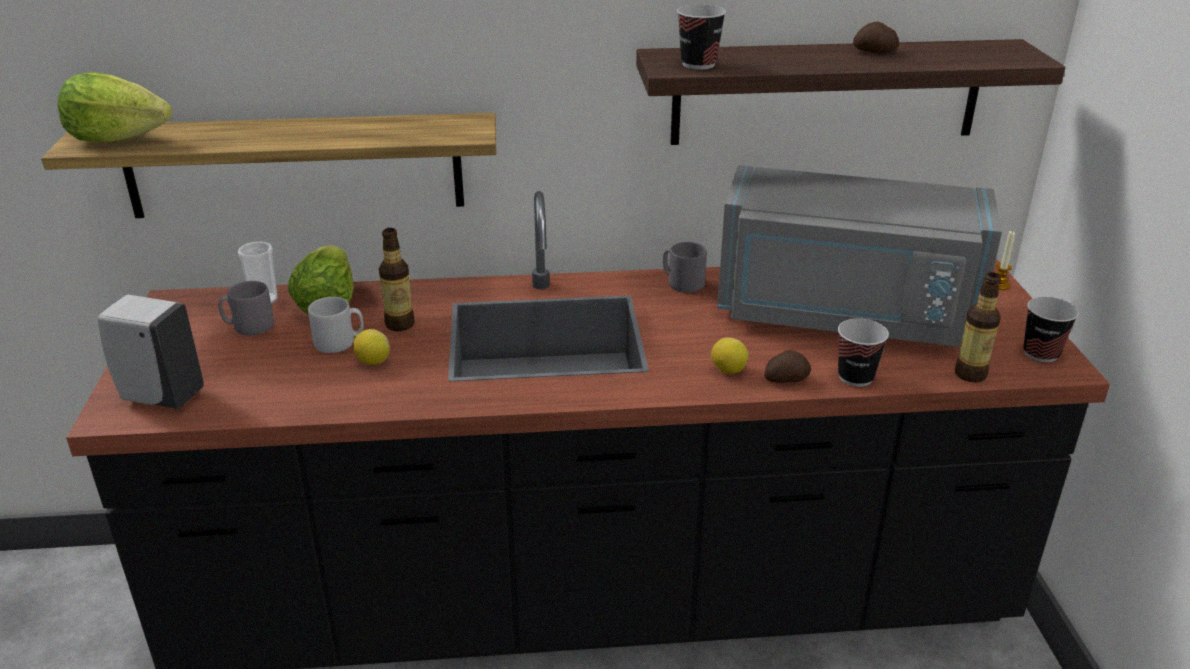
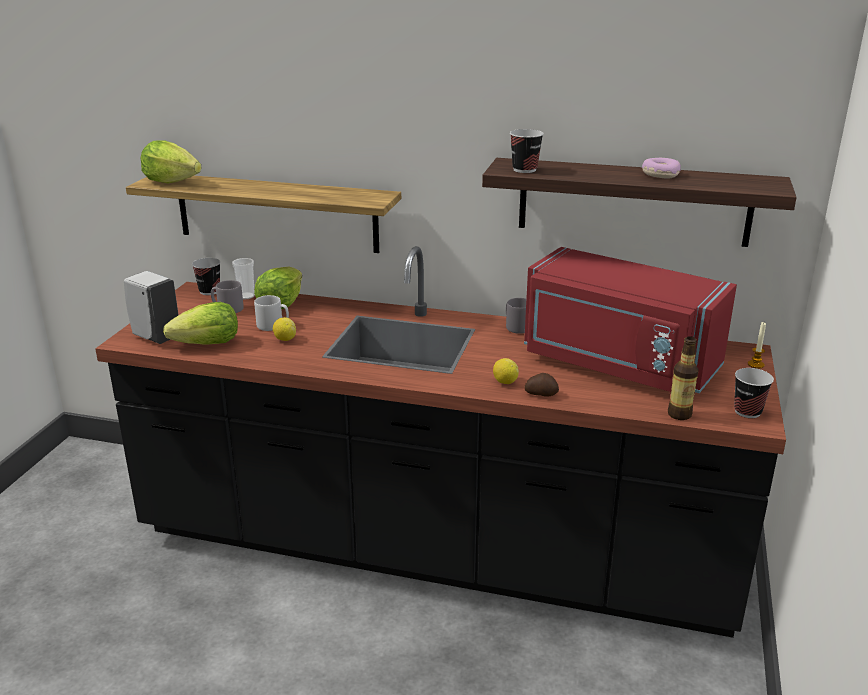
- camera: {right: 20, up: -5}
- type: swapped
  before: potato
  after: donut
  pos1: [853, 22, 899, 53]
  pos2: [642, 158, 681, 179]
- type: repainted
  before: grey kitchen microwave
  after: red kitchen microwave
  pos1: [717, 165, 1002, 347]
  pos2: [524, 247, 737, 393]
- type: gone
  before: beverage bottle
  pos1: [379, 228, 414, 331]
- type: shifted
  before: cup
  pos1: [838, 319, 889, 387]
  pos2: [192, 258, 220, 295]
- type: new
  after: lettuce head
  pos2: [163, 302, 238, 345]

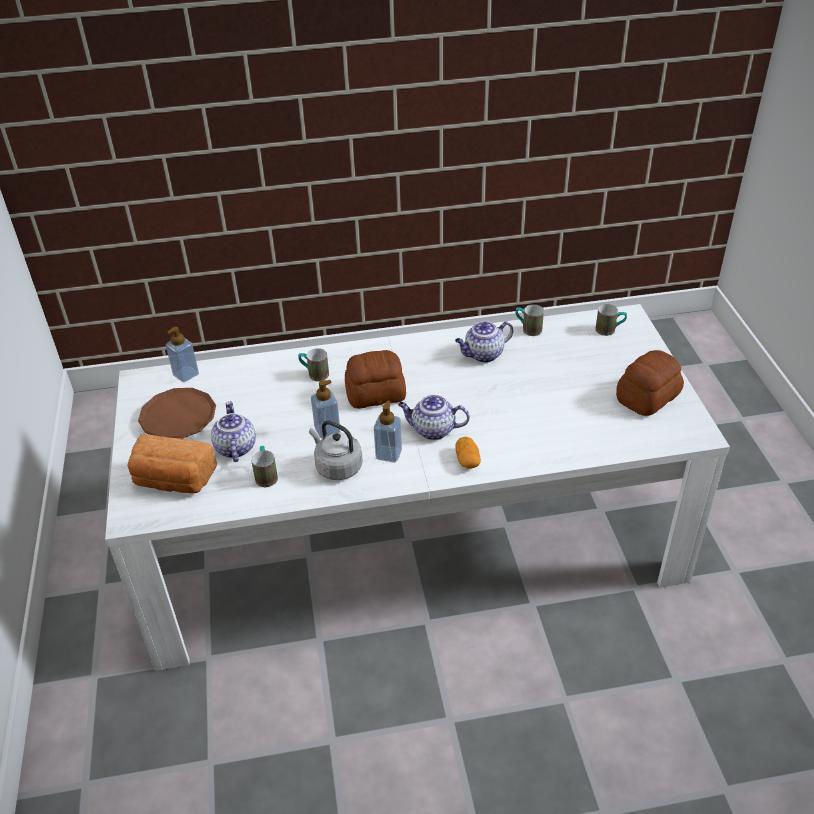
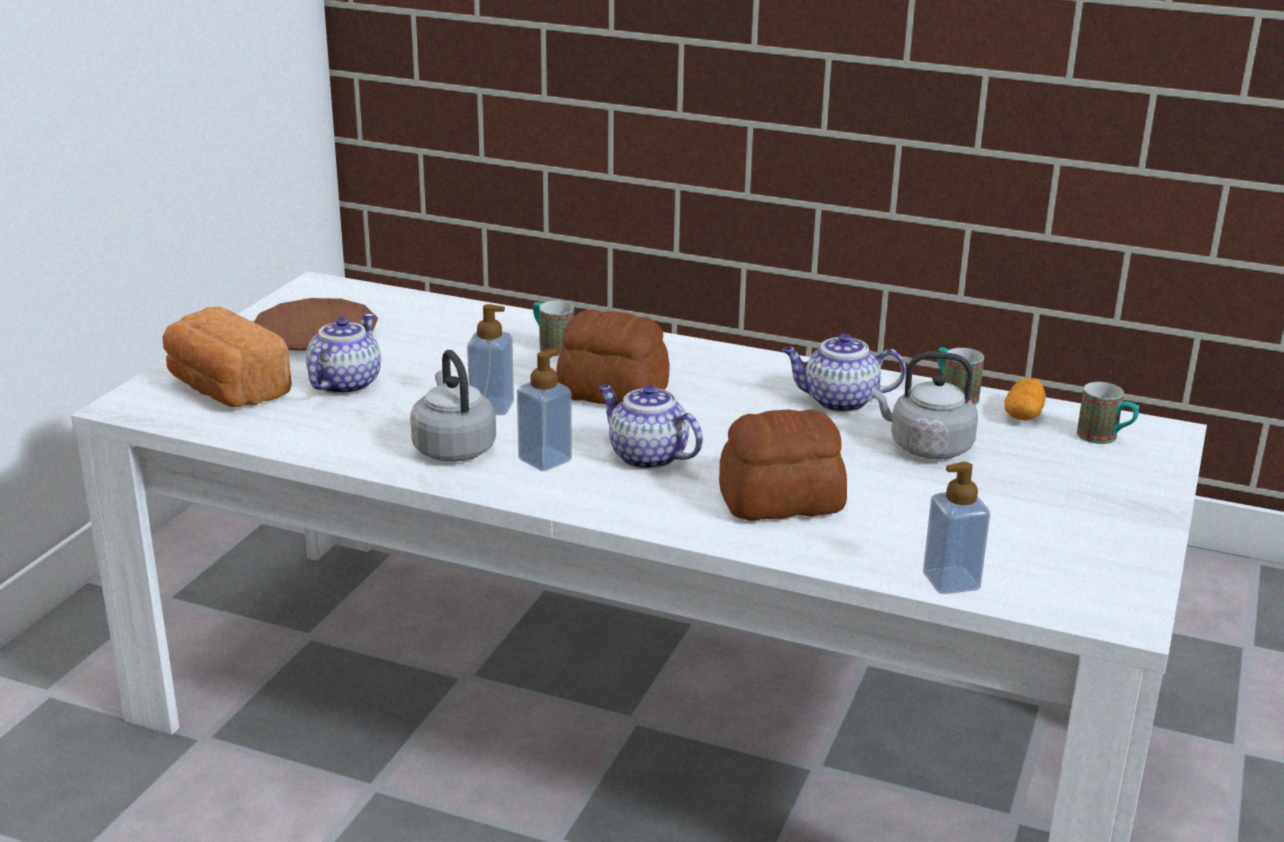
- camera: {right: 30, up: -15}
- type: shifted
  before: soap bottle
  pos1: [166, 327, 199, 382]
  pos2: [923, 462, 990, 594]
- type: shifted
  before: bakery bread
  pos1: [616, 350, 684, 416]
  pos2: [719, 410, 847, 521]
- type: shifted
  before: potato
  pos1: [456, 437, 481, 469]
  pos2: [1004, 378, 1046, 421]
- type: gone
  before: mug
  pos1: [251, 446, 278, 487]
- type: new
  after: grey water kettle
  pos2: [871, 352, 978, 459]

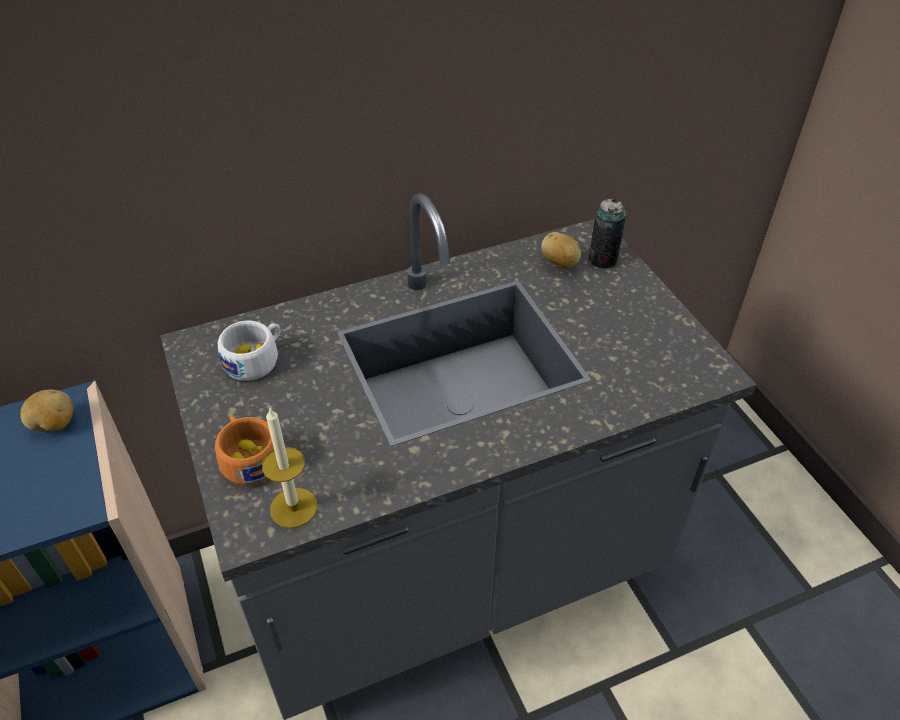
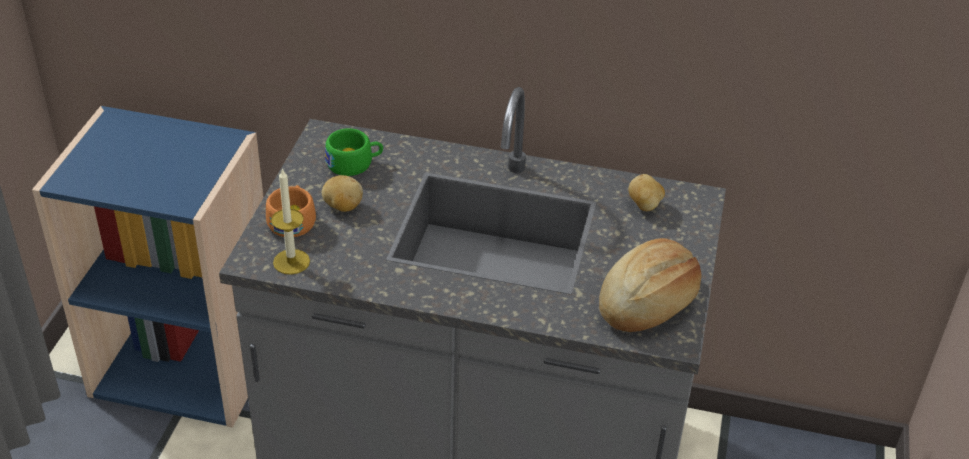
- camera: {right: 35, up: -5}
- type: gone
  before: metal can
  pos1: [589, 199, 626, 268]
- type: repainted
  before: white-coloured cup
  after: green cup
  pos1: [218, 321, 281, 381]
  pos2: [325, 128, 383, 176]
- type: shifted
  before: potato
  pos1: [20, 389, 73, 432]
  pos2: [322, 175, 363, 212]
- type: new
  after: bakery bread
  pos2: [599, 238, 702, 332]

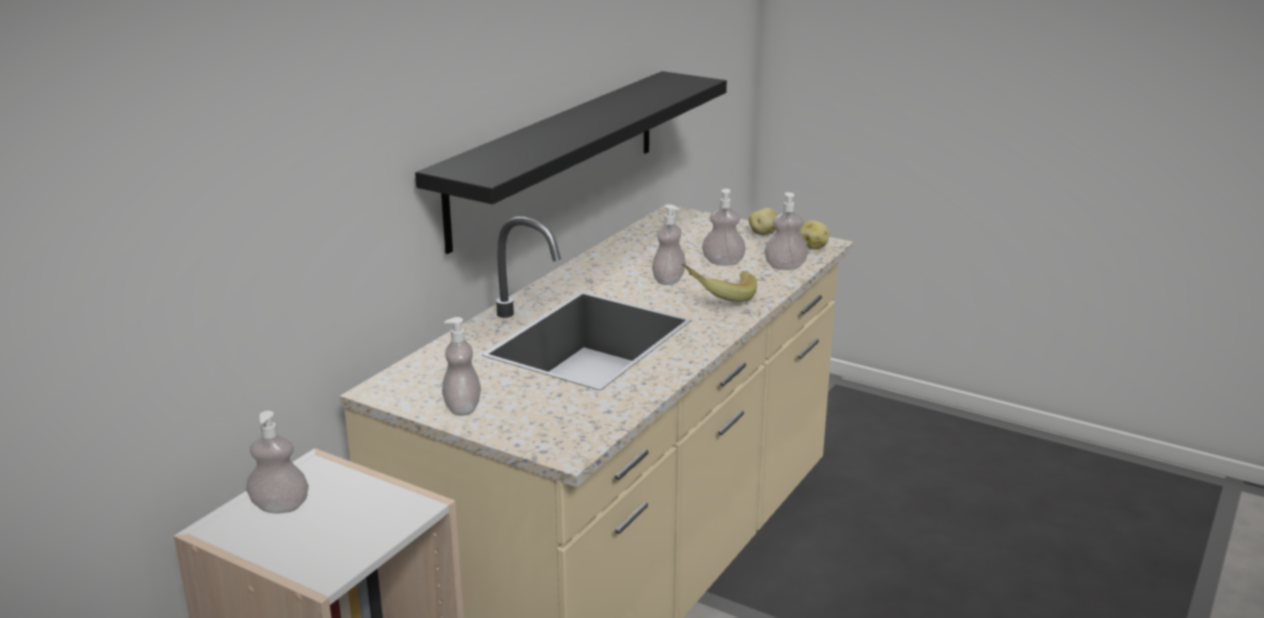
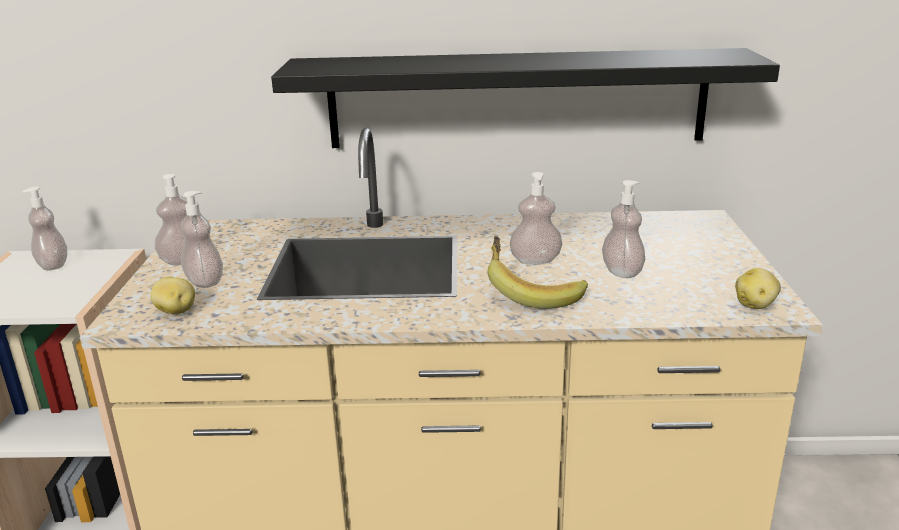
- camera: {right: 60, up: 0}
- type: shifted
  before: soap bottle
  pos1: [764, 192, 808, 270]
  pos2: [181, 191, 223, 288]
- type: shifted
  before: potato
  pos1: [749, 208, 777, 235]
  pos2: [150, 277, 195, 314]

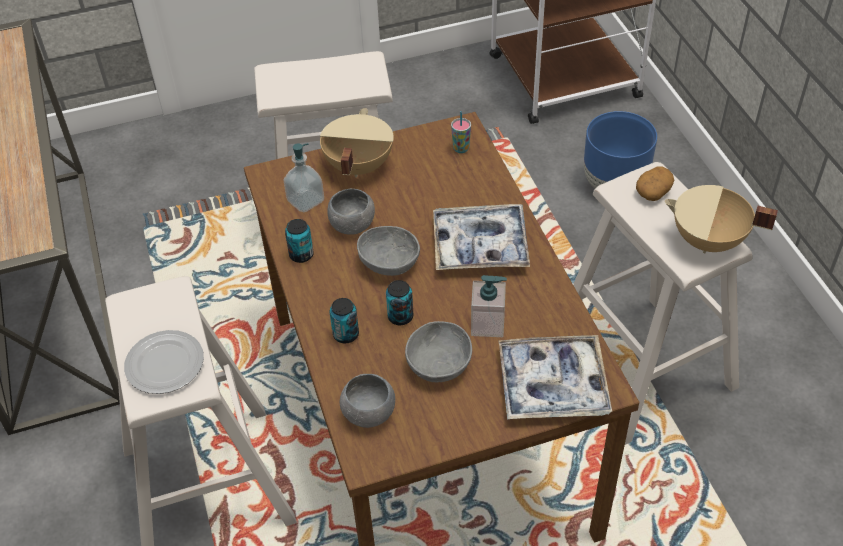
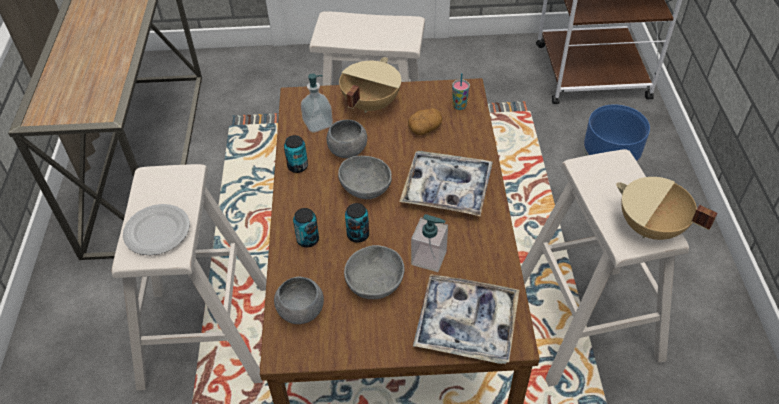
- camera: {right: 15, up: 0}
- type: shifted
  before: potato
  pos1: [636, 166, 675, 201]
  pos2: [408, 108, 443, 135]

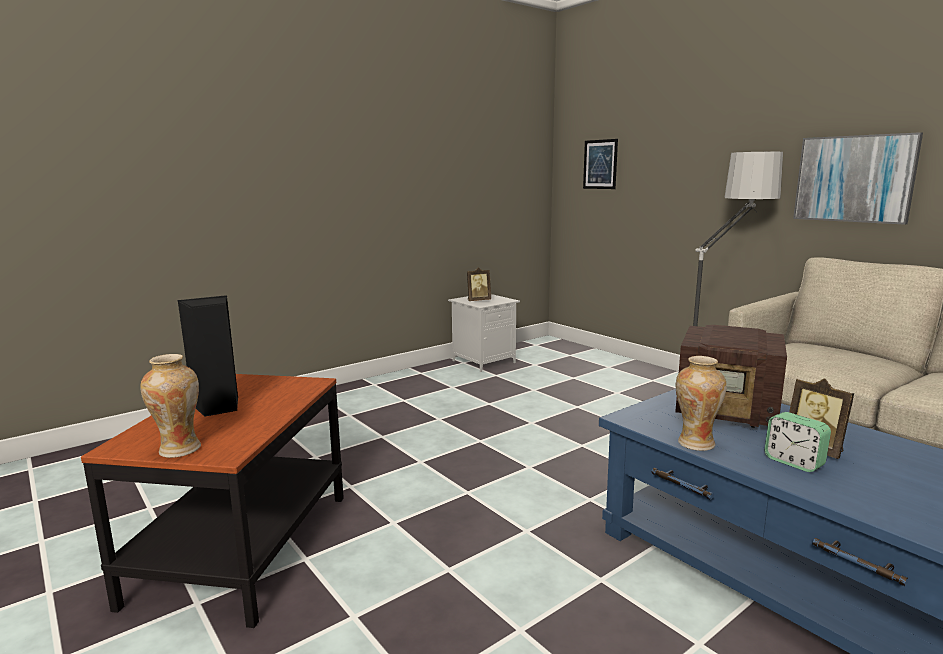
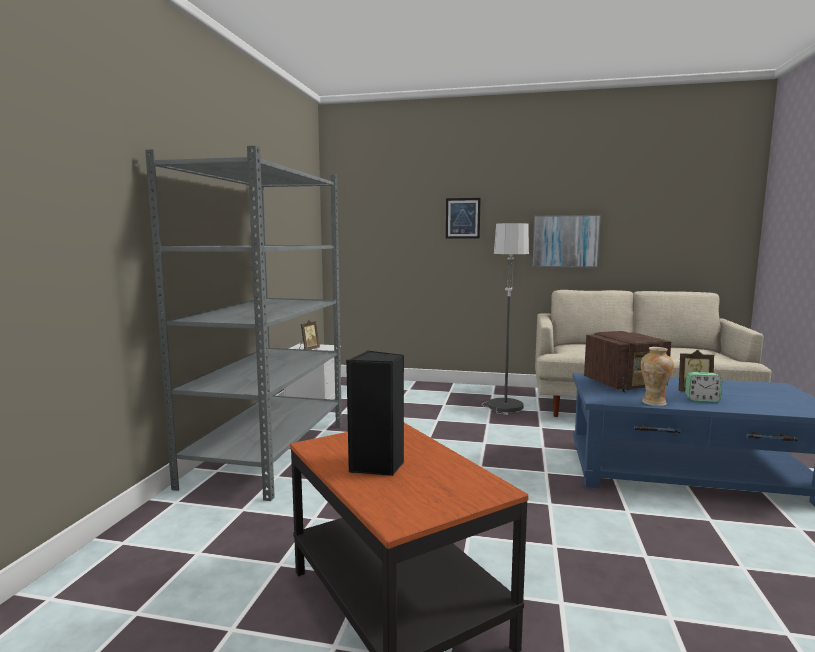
- camera: {right: -40, up: -5}
- type: shifted
  before: wall picture
  pos1: [583, 139, 618, 189]
  pos2: [446, 198, 481, 239]
- type: gone
  before: decorative vase
  pos1: [140, 354, 201, 458]
- type: new
  after: grey bookshelf
  pos2: [145, 146, 342, 501]

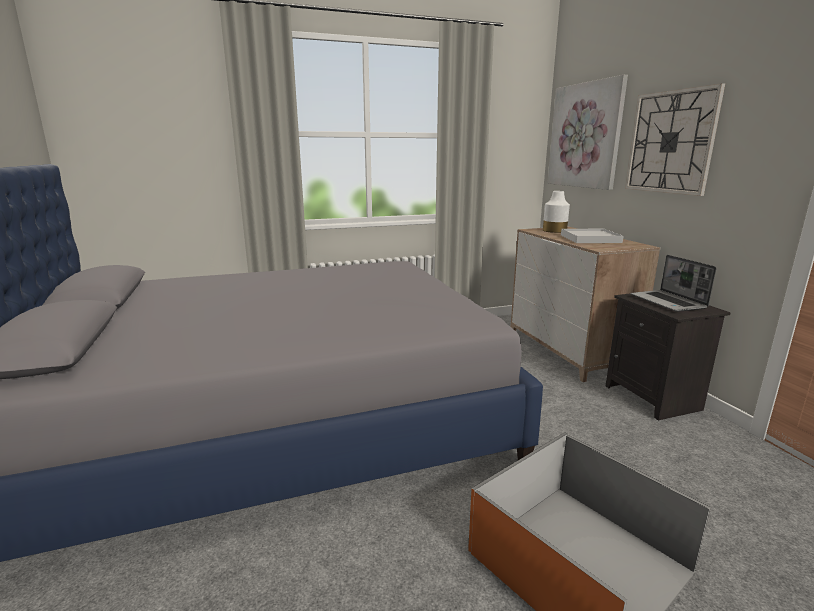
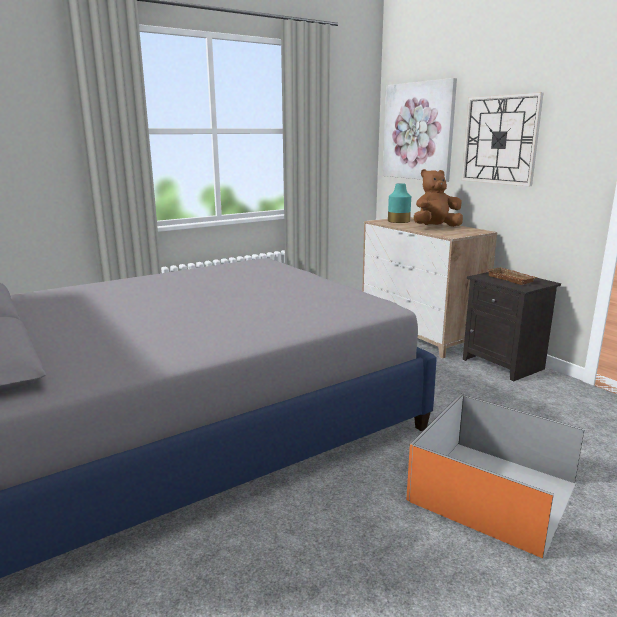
- camera: {right: -15, up: 0}
- type: repainted
  before: white-coloured decorative vase
  after: turquoise decorative vase
  pos1: [543, 191, 570, 233]
  pos2: [388, 183, 411, 223]
- type: swapped
  before: white-coloured tray
  after: brown soft toy
  pos1: [561, 229, 624, 243]
  pos2: [414, 169, 463, 227]
- type: swapped
  before: notebook computer
  after: brown tray
  pos1: [631, 255, 716, 312]
  pos2: [486, 267, 538, 285]

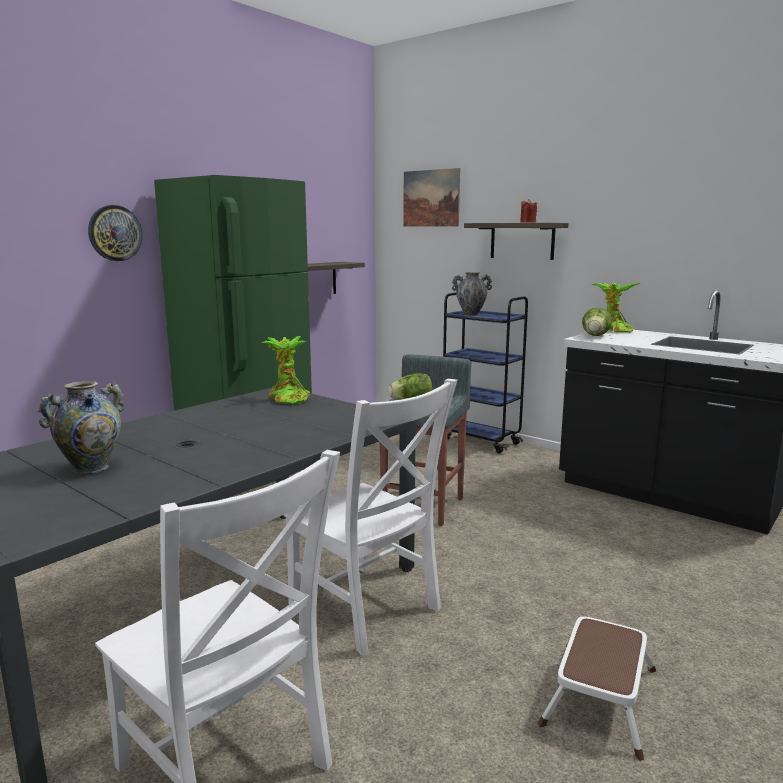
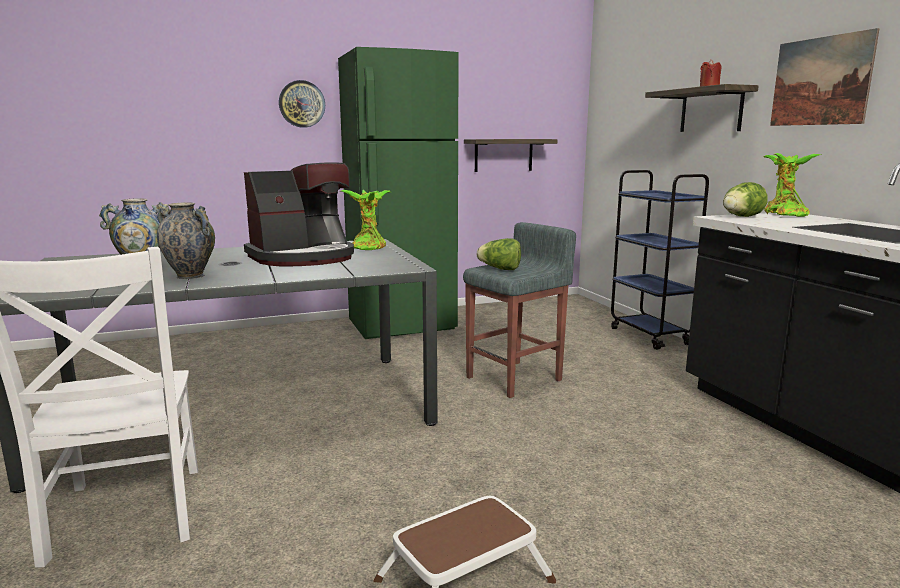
- camera: {right: 30, up: 0}
- type: shifted
  before: wall picture
  pos1: [403, 168, 460, 227]
  pos2: [770, 28, 880, 126]
- type: shifted
  before: decorative vase
  pos1: [452, 272, 492, 316]
  pos2: [157, 202, 215, 279]
- type: gone
  before: white-coloured upright chair
  pos1: [283, 379, 457, 656]
- type: new
  after: coffee machine
  pos2: [244, 162, 354, 267]

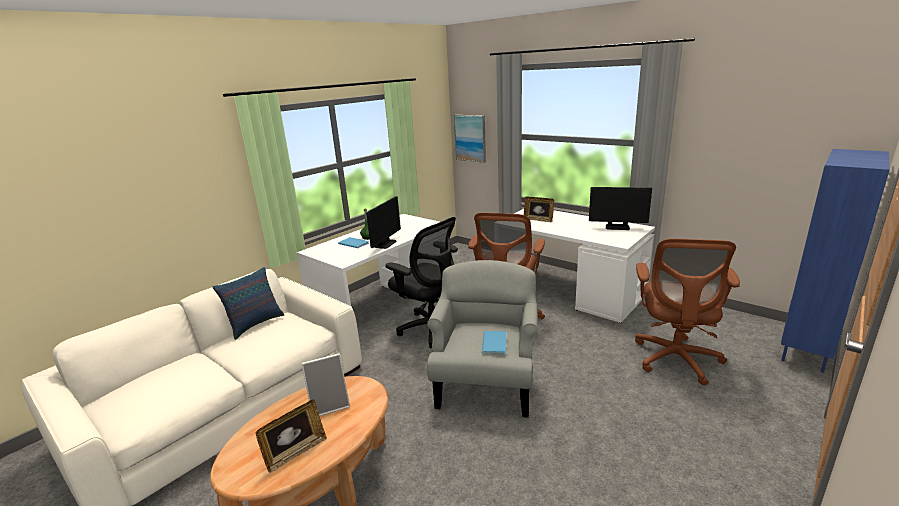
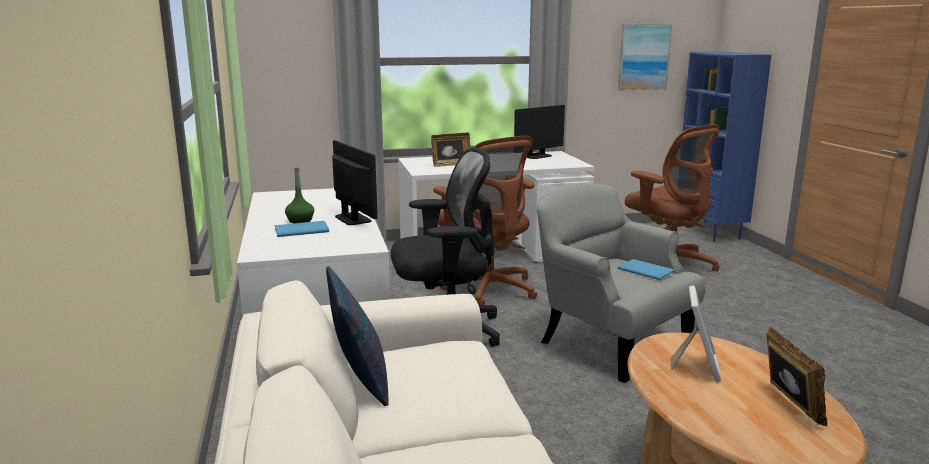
- camera: {right: -55, up: -5}
- type: shifted
  before: wall picture
  pos1: [454, 115, 486, 163]
  pos2: [618, 24, 672, 90]

